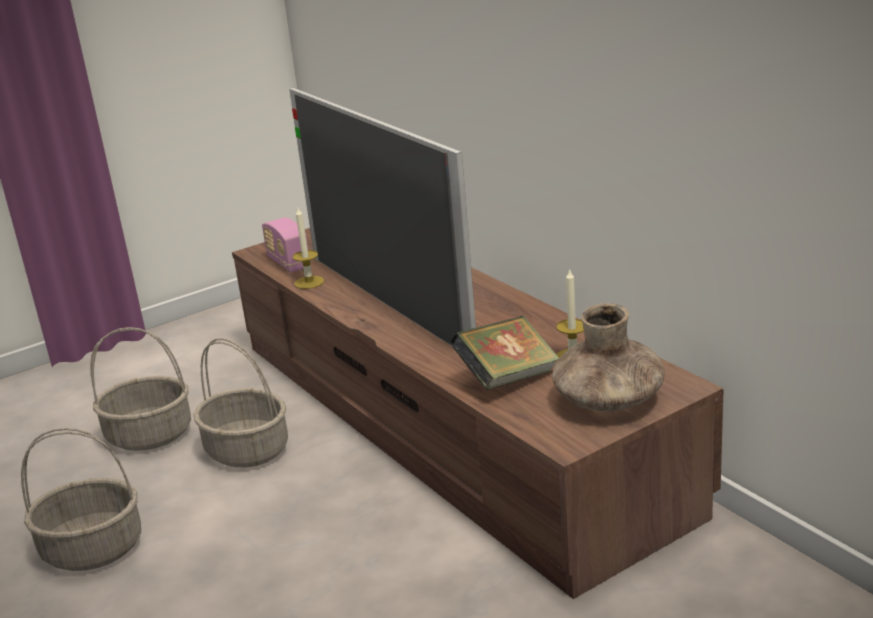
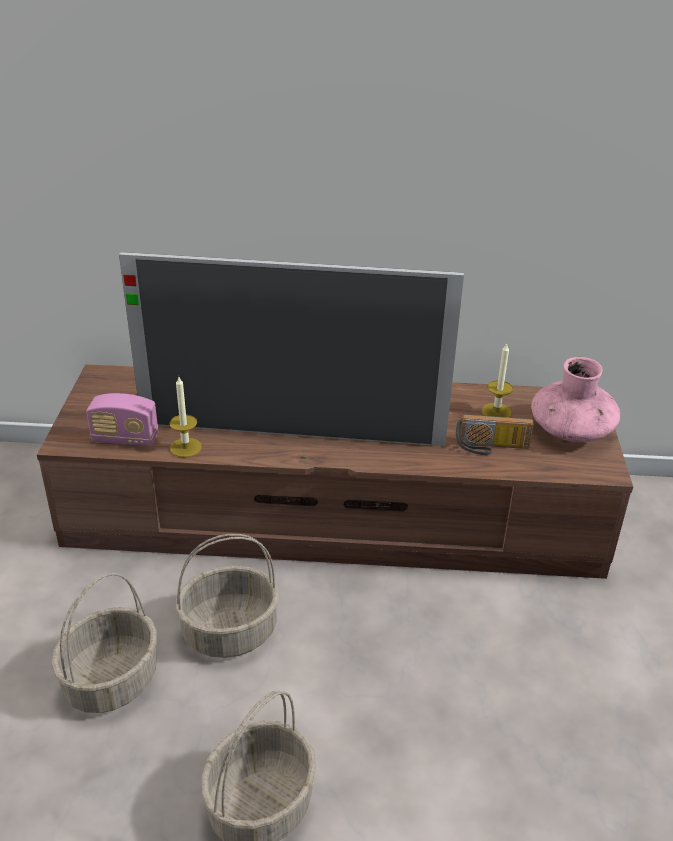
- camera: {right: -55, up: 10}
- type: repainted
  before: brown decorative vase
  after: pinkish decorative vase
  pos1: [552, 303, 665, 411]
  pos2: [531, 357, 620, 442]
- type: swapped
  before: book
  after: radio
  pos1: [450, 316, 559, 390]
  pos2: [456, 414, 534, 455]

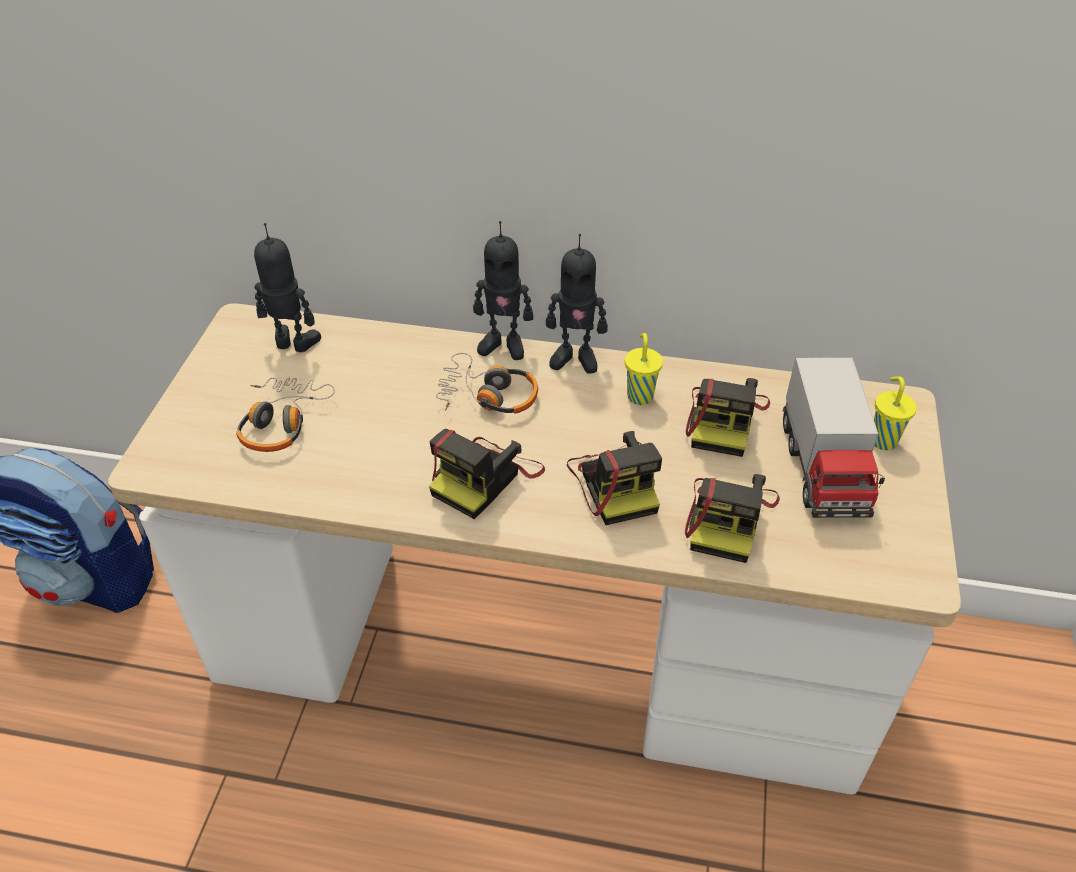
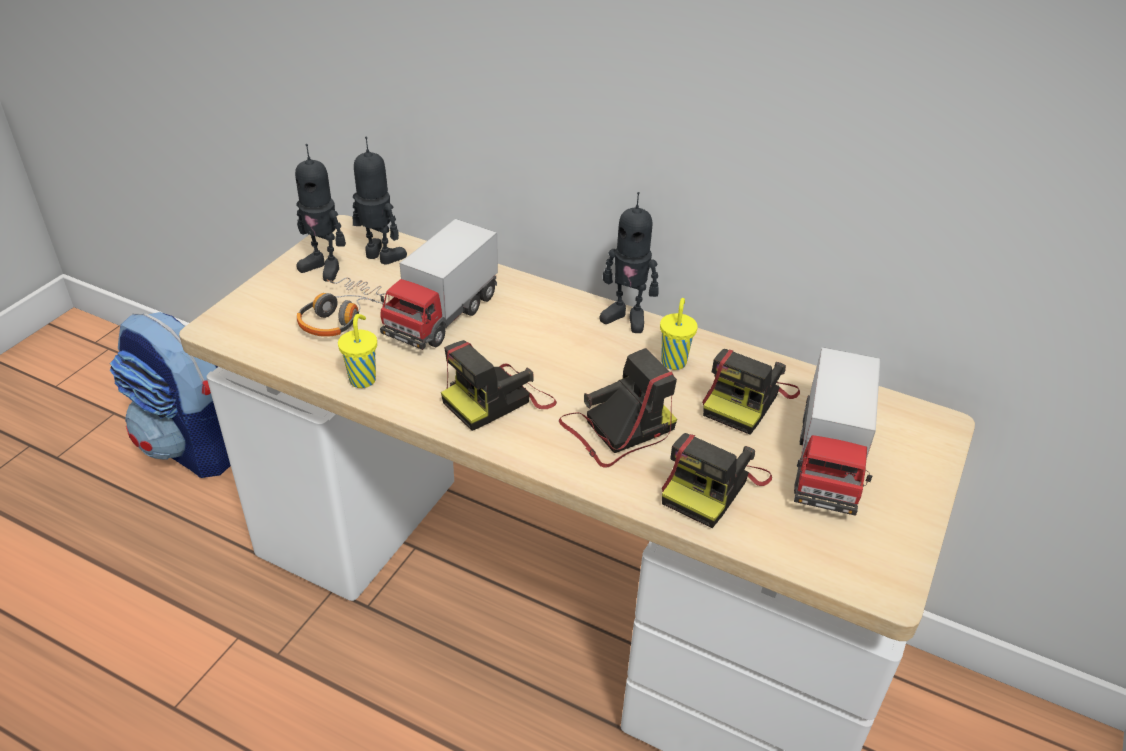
- camera: {right: 15, up: -5}
- type: shifted
  before: robot figure
  pos1: [473, 221, 533, 360]
  pos2: [295, 144, 346, 282]
- type: gone
  before: headphones
  pos1: [436, 353, 538, 414]
- type: shifted
  before: yellow-coloured cup
  pos1: [874, 376, 917, 450]
  pos2: [338, 314, 377, 388]
- type: rotated
  before: photo camera
  pos1: [567, 431, 662, 525]
  pos2: [559, 348, 677, 468]
  turn: -120
- type: new
  after: toy lorry
  pos2: [380, 219, 498, 350]

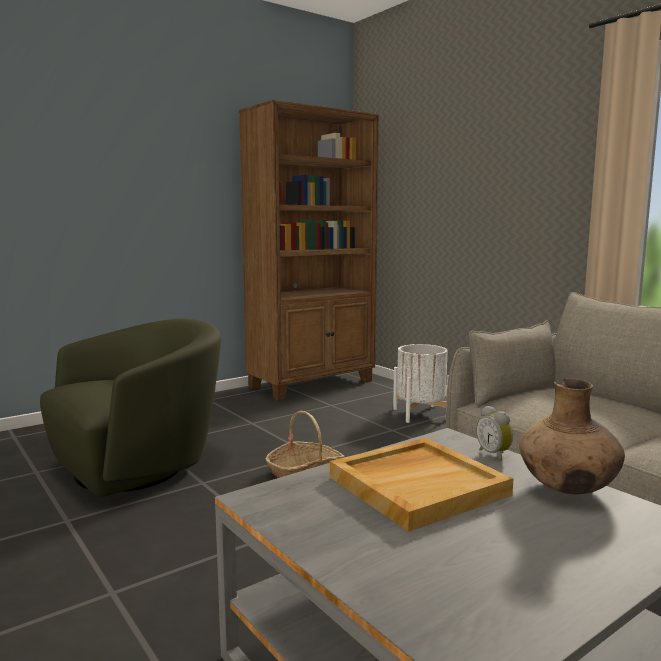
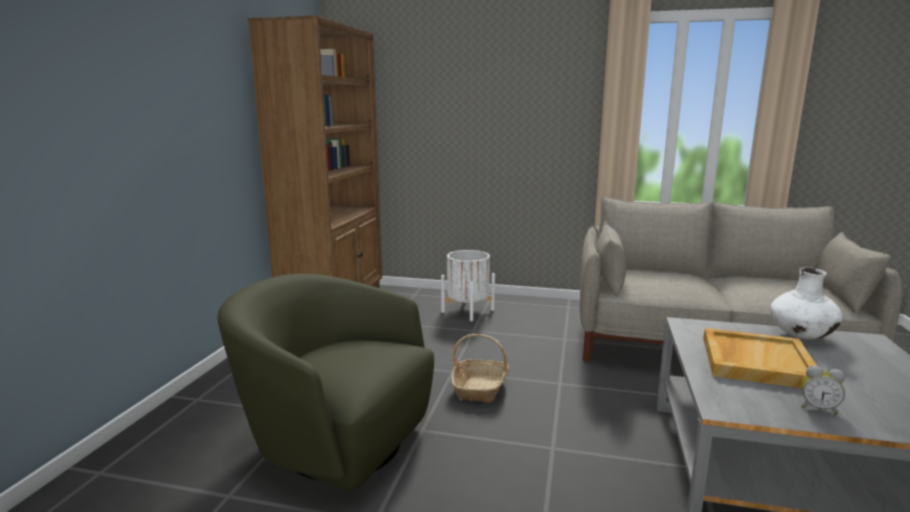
- camera: {right: -40, up: 5}
- type: rotated
  before: green armchair
  pos1: [40, 319, 221, 497]
  pos2: [218, 274, 434, 490]
  turn: -75
- type: repainted
  before: brown decorative vase
  after: white-coloured decorative vase
  pos1: [519, 378, 625, 494]
  pos2: [771, 267, 842, 339]
- type: shifted
  before: alarm clock
  pos1: [476, 405, 513, 461]
  pos2: [801, 366, 845, 414]

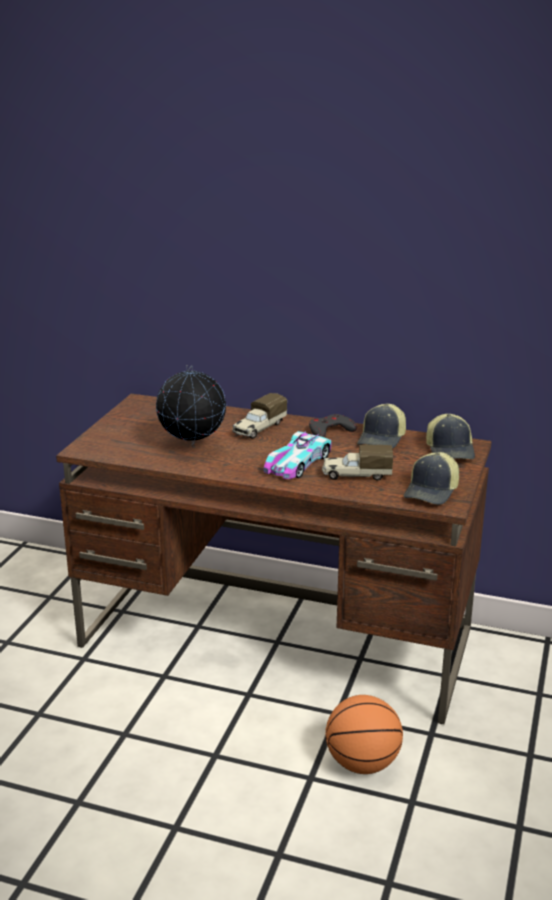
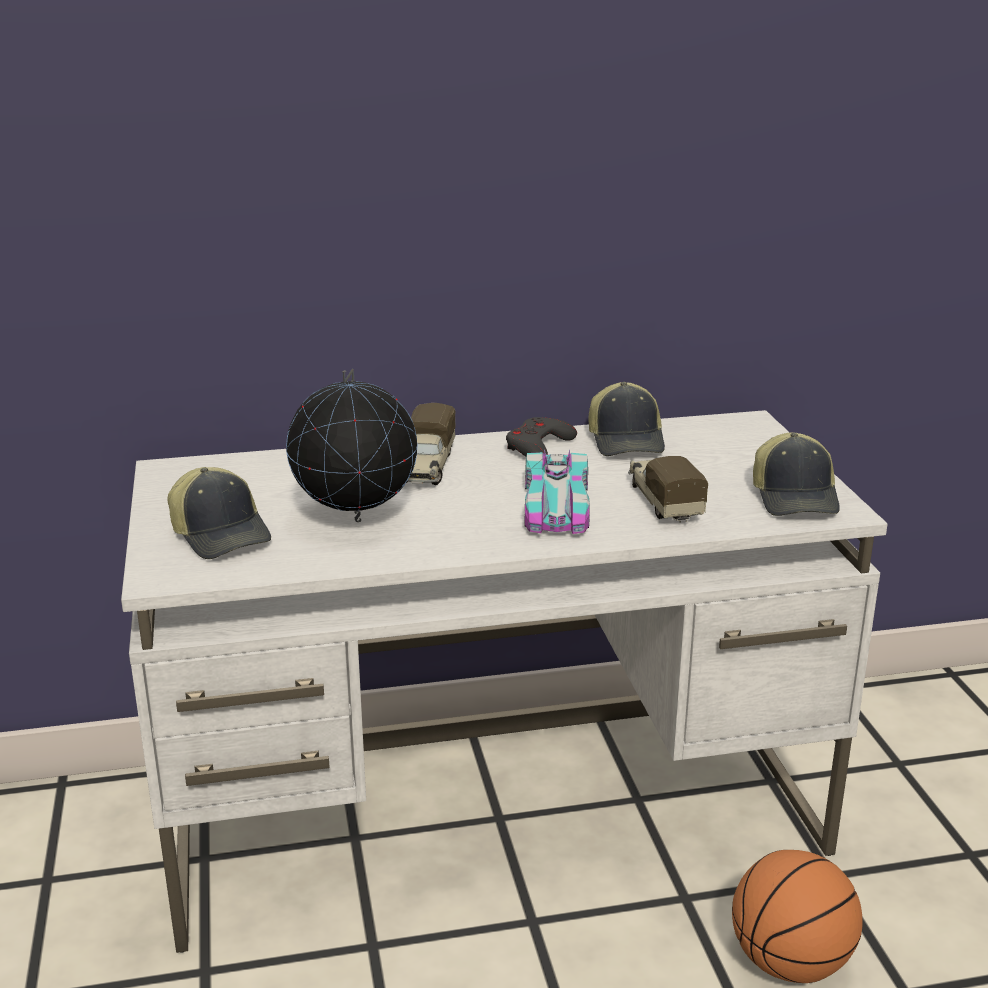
- camera: {right: -30, up: 0}
- type: repainted
  before: brown desk unit
  after: white-coloured desk unit
  pos1: [56, 394, 492, 724]
  pos2: [121, 410, 888, 953]
- type: shifted
  before: cap
  pos1: [426, 414, 475, 459]
  pos2: [167, 467, 271, 559]
- type: rotated
  before: toy lorry
  pos1: [322, 445, 393, 480]
  pos2: [628, 456, 708, 522]
  turn: 105

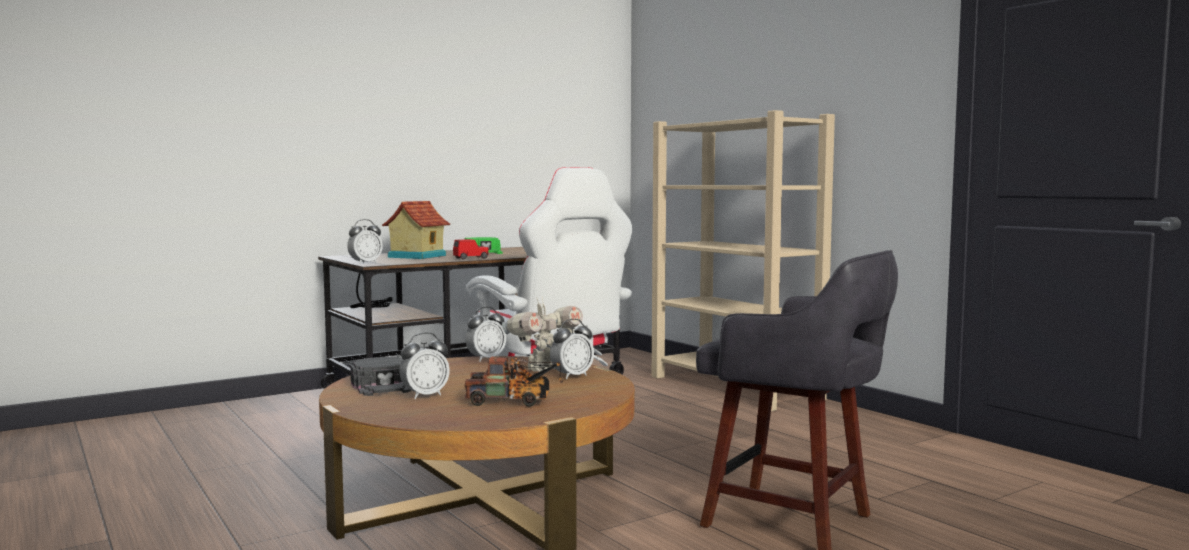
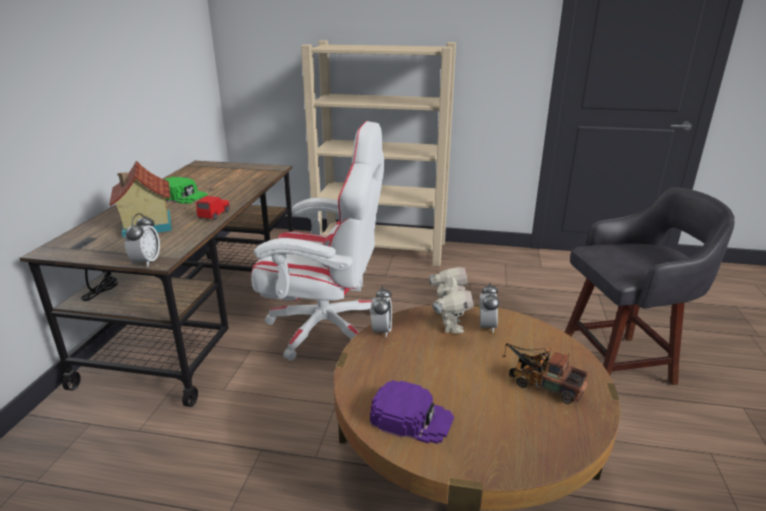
- camera: {right: -45, up: 20}
- type: gone
  before: alarm clock
  pos1: [399, 332, 450, 399]
- type: repainted
  before: blackish cap
  after: purple-coloured cap
  pos1: [350, 356, 411, 396]
  pos2: [370, 380, 454, 444]
- type: rotated
  before: toy lorry
  pos1: [464, 356, 563, 407]
  pos2: [502, 343, 588, 404]
  turn: -105

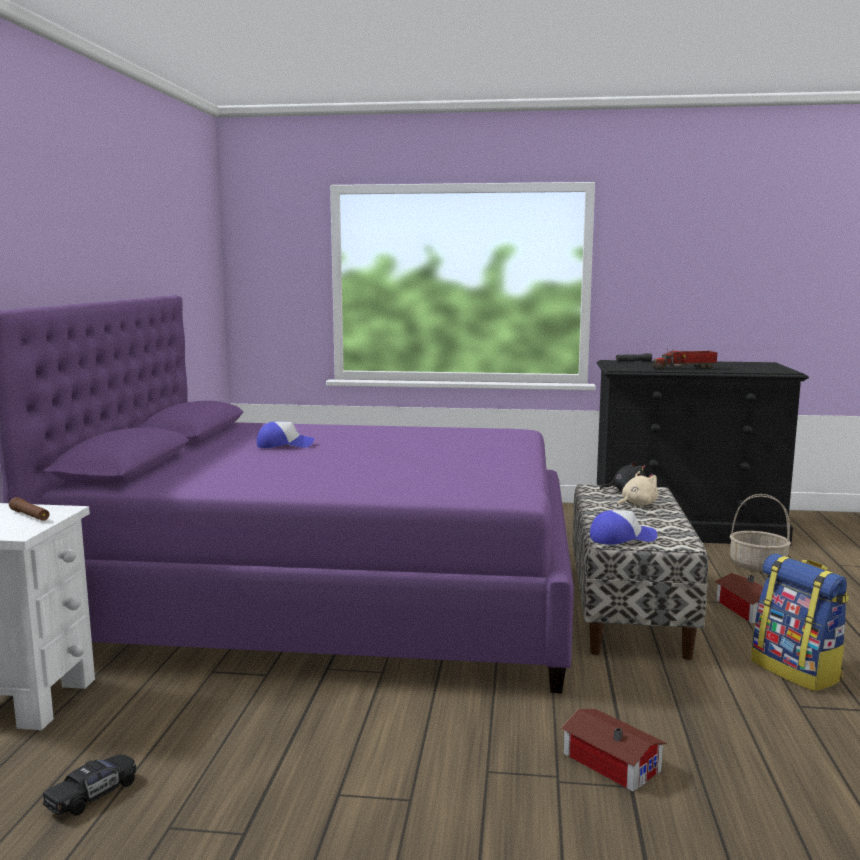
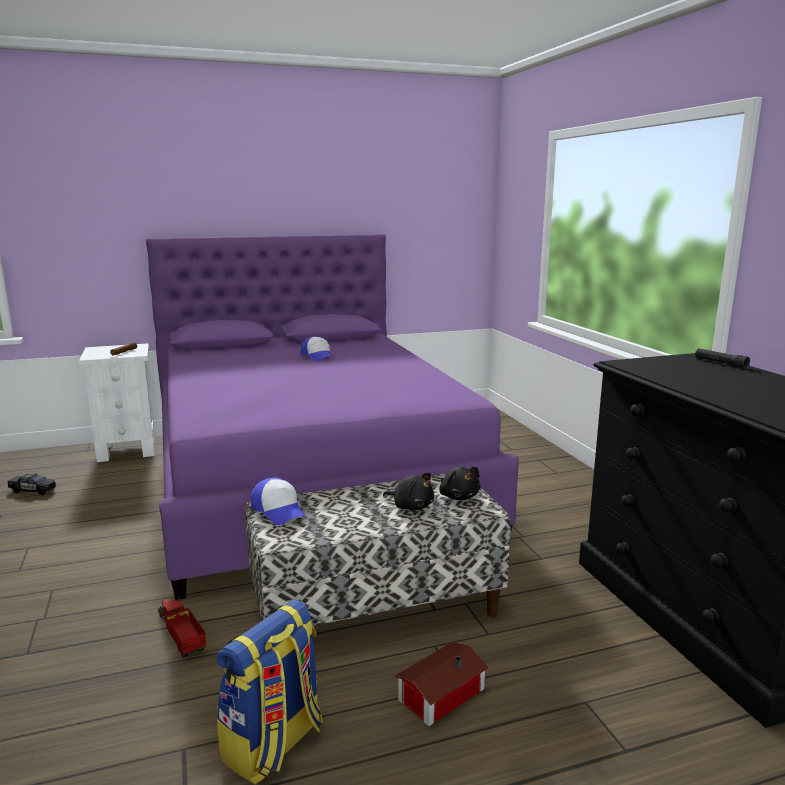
- camera: {right: 65, up: 5}
- type: shifted
  before: toy lorry
  pos1: [652, 348, 717, 370]
  pos2: [158, 597, 207, 658]
- type: repainted
  before: beige soft toy
  after: blackish soft toy
  pos1: [617, 471, 658, 506]
  pos2: [383, 472, 434, 510]
- type: gone
  before: household basket
  pos1: [729, 494, 791, 571]
- type: gone
  before: toy house
  pos1: [561, 708, 667, 792]

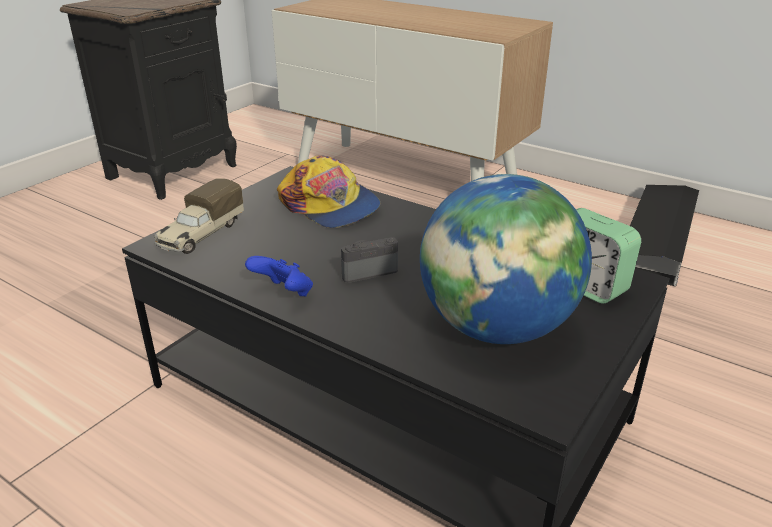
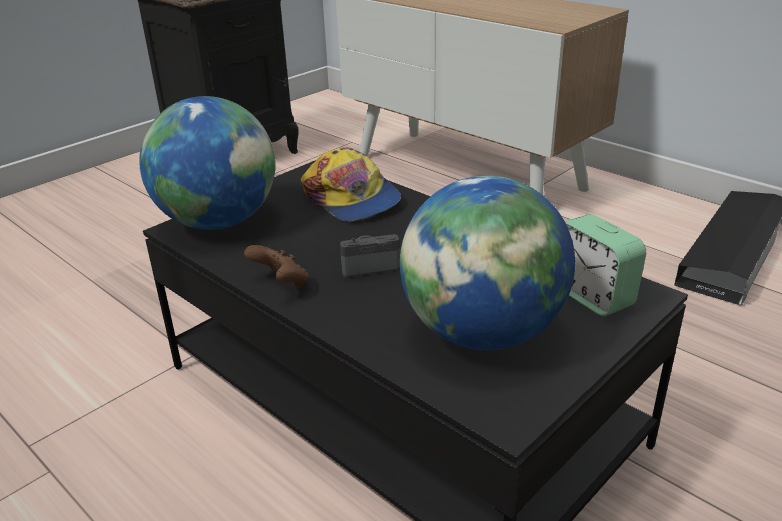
- camera: {right: 10, up: 0}
- type: swapped
  before: toy lorry
  after: globe
  pos1: [154, 178, 244, 254]
  pos2: [139, 96, 275, 230]
- type: repainted
  before: bluish joypad
  after: brown joypad
  pos1: [245, 256, 313, 296]
  pos2: [244, 245, 309, 288]

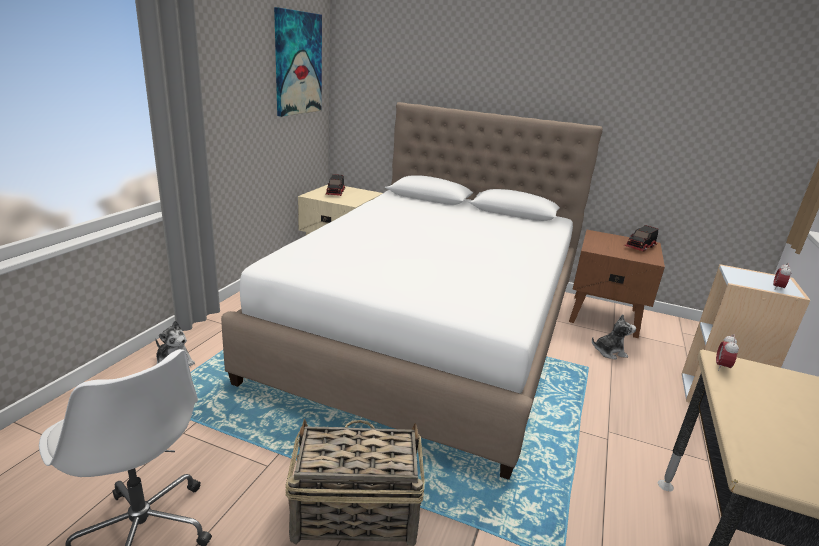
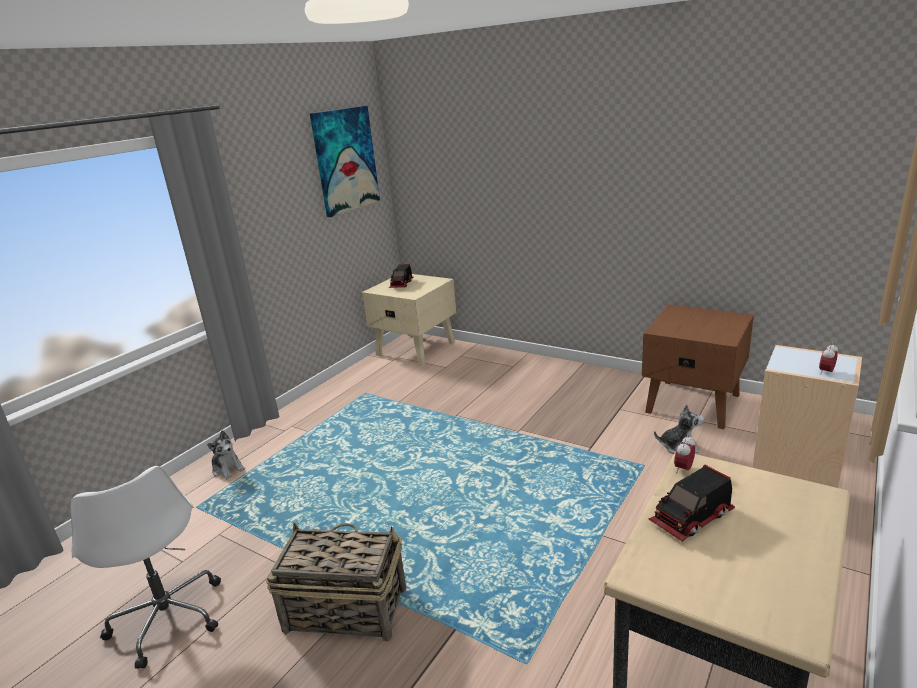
- camera: {right: 15, up: 0}
- type: gone
  before: white-coloured sleeping bed
  pos1: [221, 102, 603, 480]
- type: shifted
  before: toy lorry
  pos1: [624, 225, 658, 252]
  pos2: [649, 465, 735, 542]

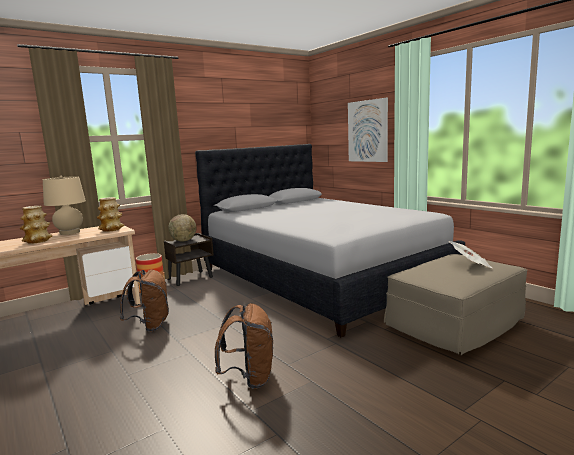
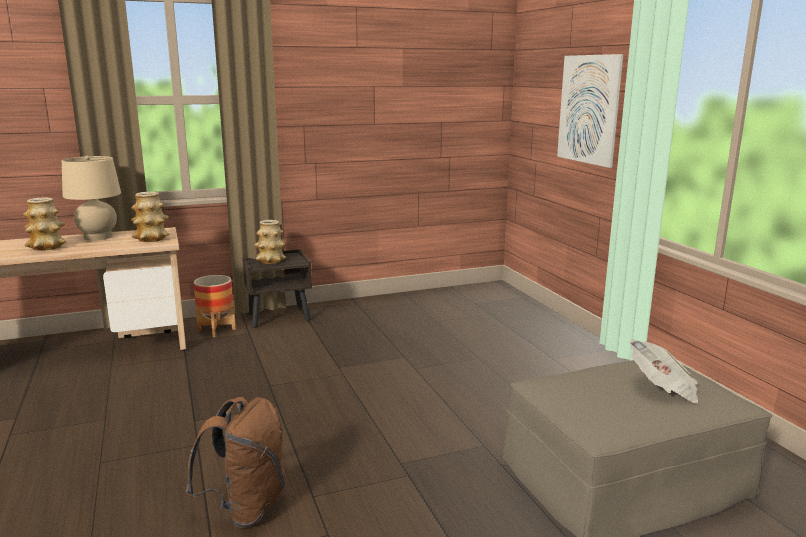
- camera: {right: 15, up: 5}
- type: gone
  before: grey sleeping bed
  pos1: [195, 144, 465, 337]
- type: swapped
  before: globe
  after: decorative vase
  pos1: [168, 214, 196, 242]
  pos2: [254, 220, 286, 264]
- type: gone
  before: brown backpack
  pos1: [120, 269, 169, 332]

